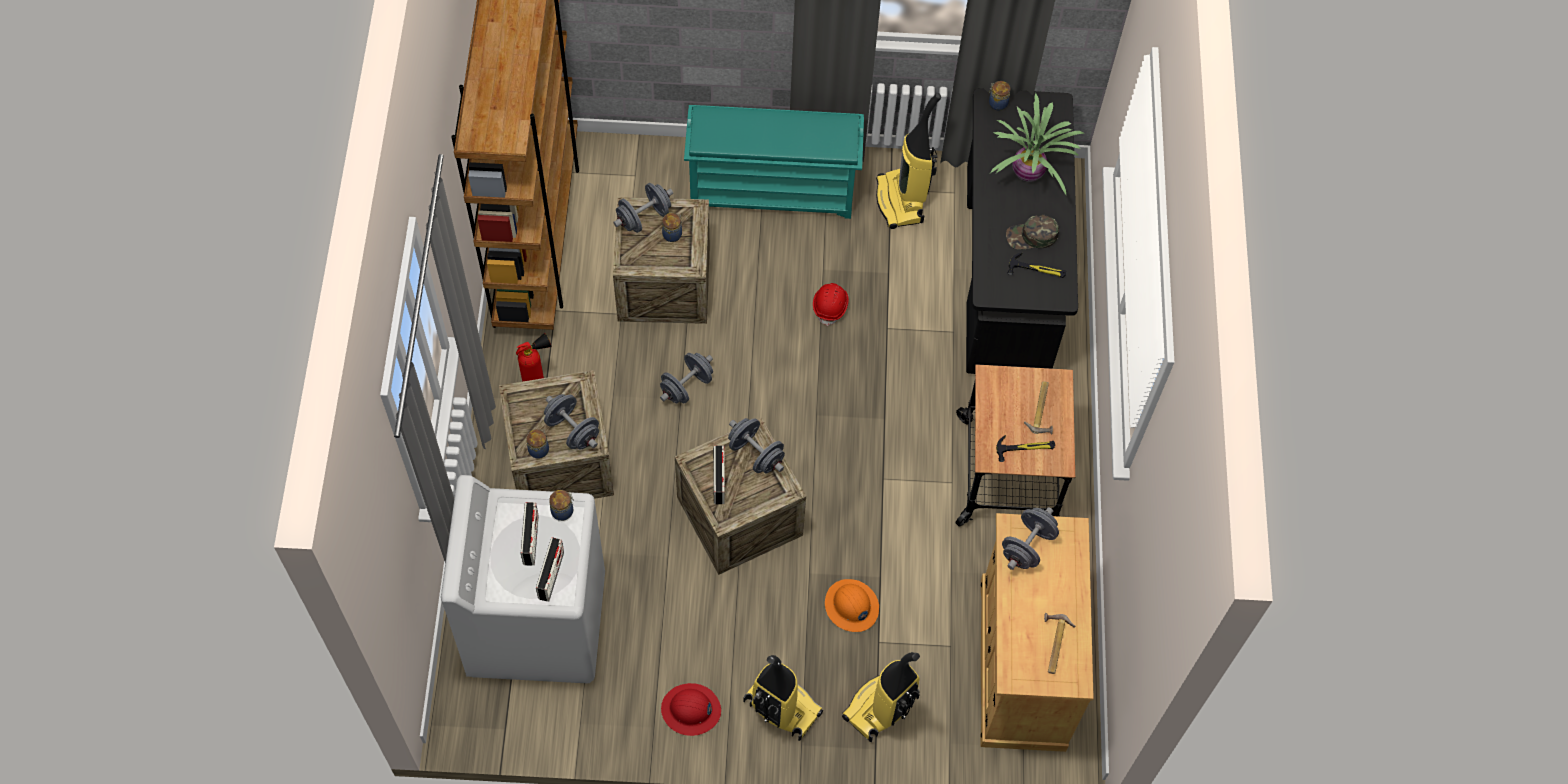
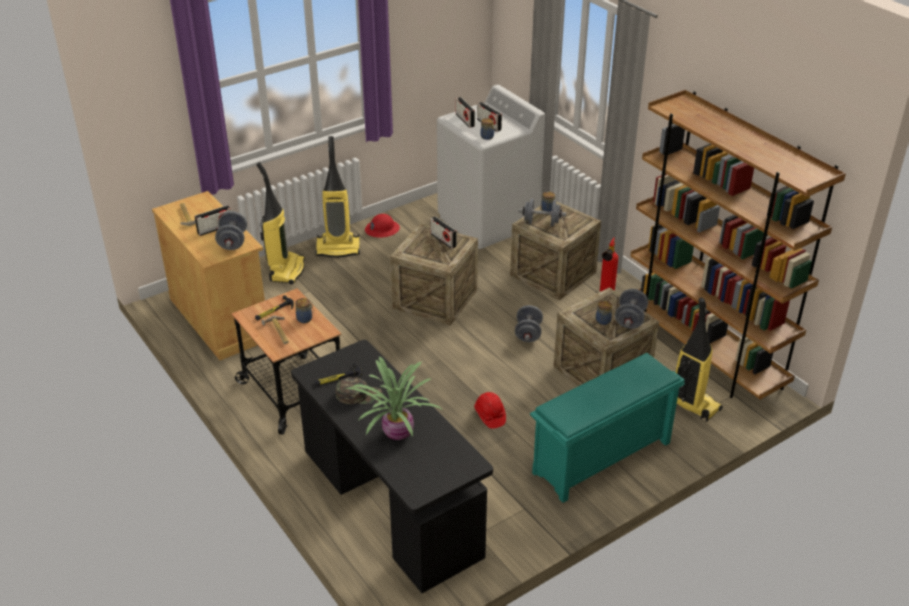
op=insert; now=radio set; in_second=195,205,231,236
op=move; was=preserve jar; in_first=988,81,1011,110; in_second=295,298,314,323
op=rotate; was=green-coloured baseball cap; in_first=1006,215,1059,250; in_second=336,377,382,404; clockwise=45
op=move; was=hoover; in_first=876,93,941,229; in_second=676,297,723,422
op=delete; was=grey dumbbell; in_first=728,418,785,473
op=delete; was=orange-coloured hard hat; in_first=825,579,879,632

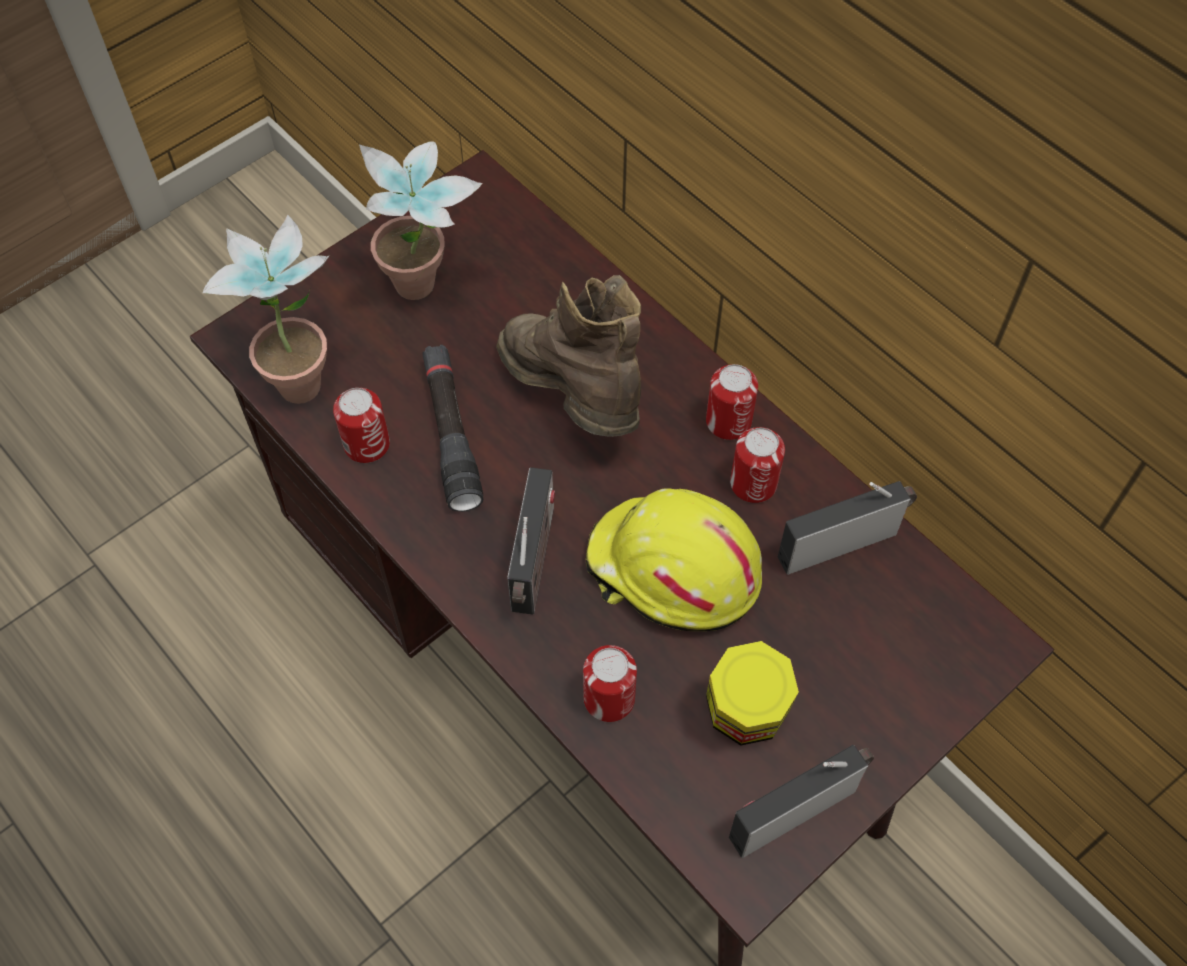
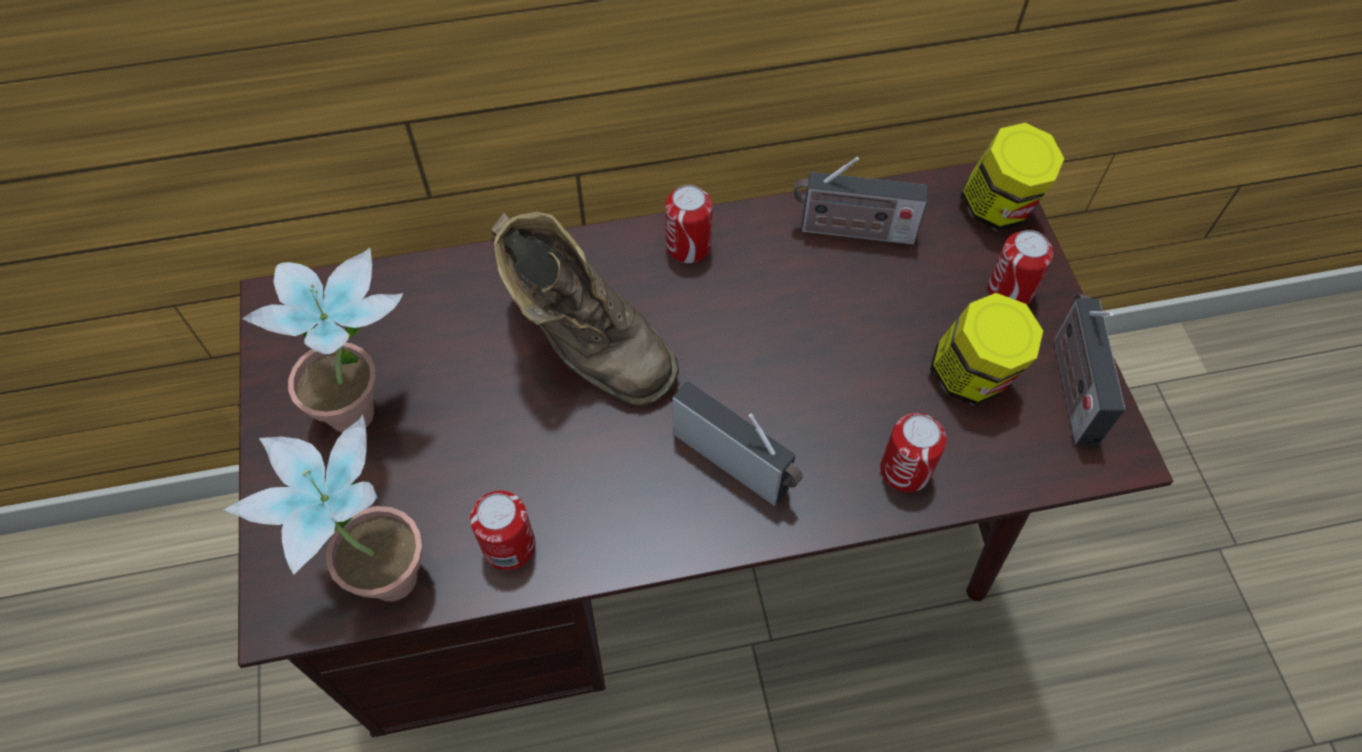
op=rotate; was=brown boot; in_first=496,275,641,437; in_second=491,211,679,407; clockwise=-135
op=rotate; was=radio set; in_first=778,481,917,575; in_second=794,157,928,245; clockwise=-90
op=insert; now=preserve jar; in_second=960,123,1064,231
op=move; was=can; in_first=730,427,785,503; in_second=988,230,1053,305
op=delete; was=black torch; in_first=422,345,483,512
op=delete; was=yellow-coloured hard hat; in_first=585,489,762,631

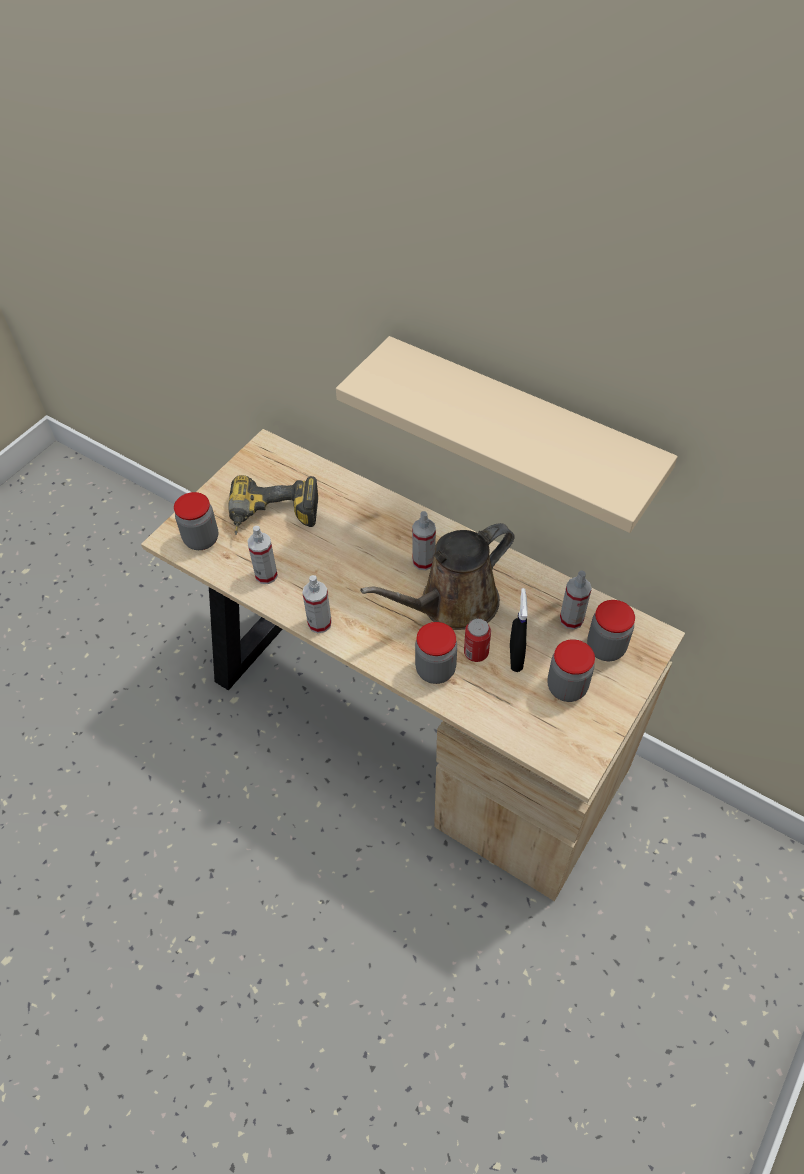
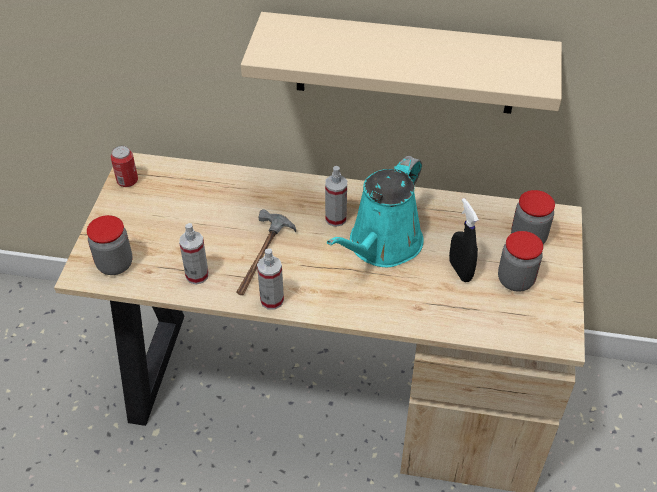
op=move; was=can; in_first=464,618,491,662; in_second=111,146,138,187
op=insert; now=hammer; in_second=236,209,296,295
op=recolor; was=brown watering pot; now=blue-green watering pot; in_first=360,523,515,630; in_second=327,156,424,267
op=delete; was=electric drill; in_first=229,475,318,535
op=delete; was=preserve jar; in_first=415,622,457,684
op=delete; was=spray bottle; in_first=560,570,592,630

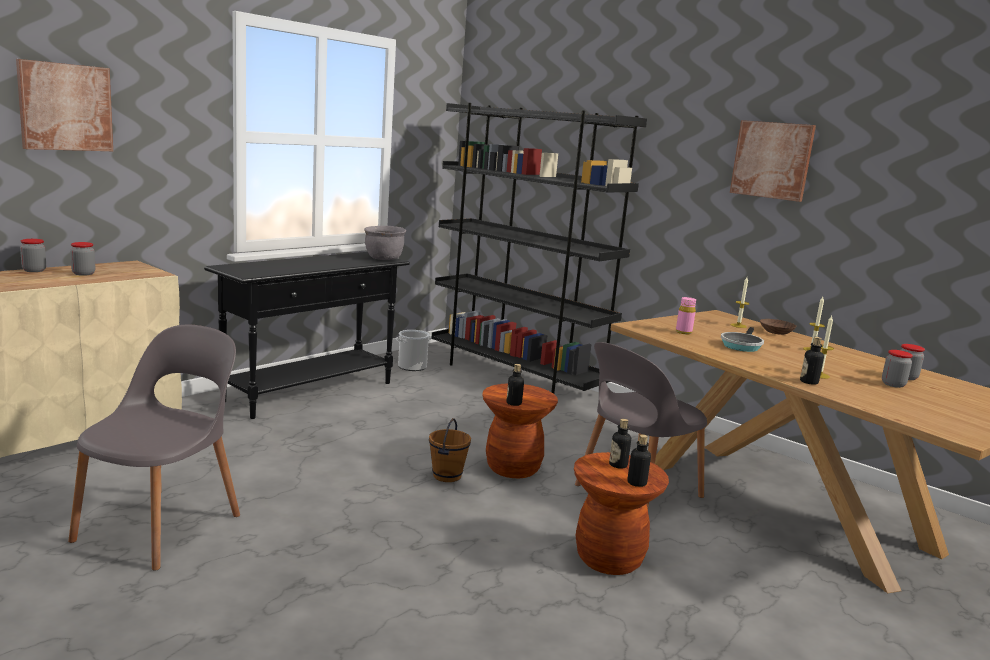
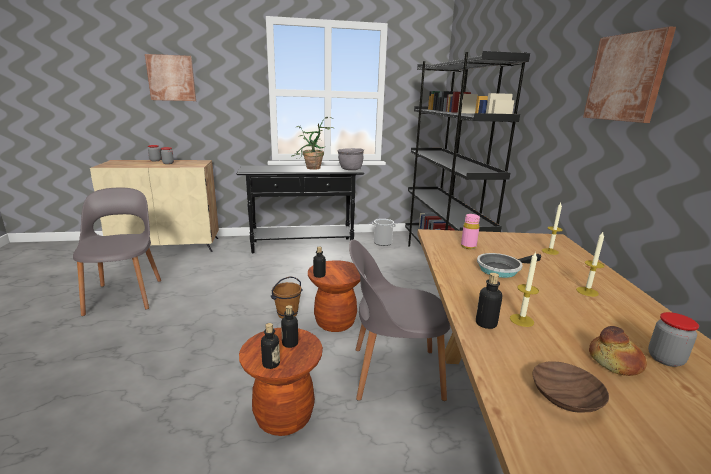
op=rotate; was=grey chair; in_first=68,325,240,571; in_second=73,188,161,316; clockwise=-75
op=insert; now=potted plant; in_second=291,117,335,170
op=move; was=brown bowl; in_first=760,319,796,335; in_second=532,361,609,412
op=replace; was=preserve jar; now=bakery bread; in_first=882,350,913,388; in_second=589,326,647,376

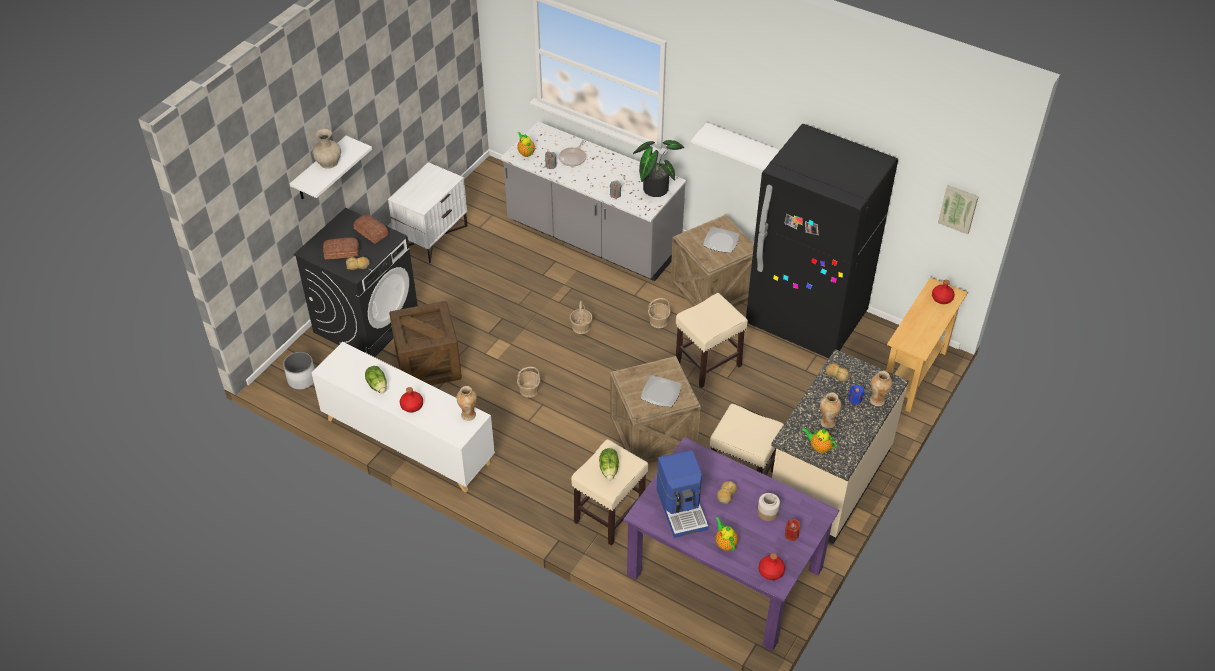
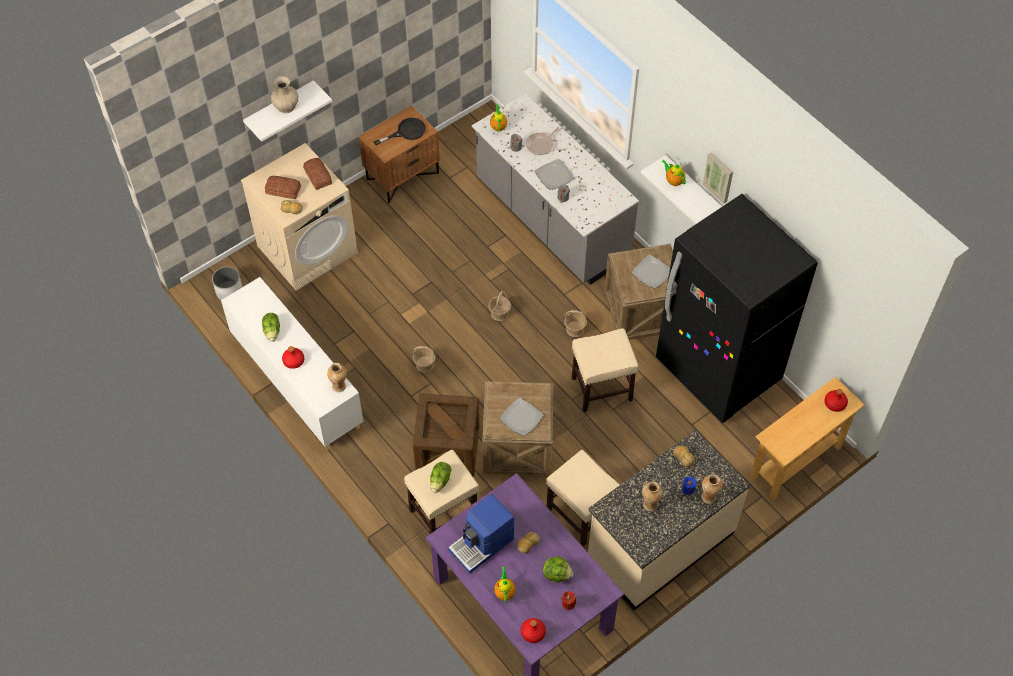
op=recolor; was=black washing machine; now=beige washing machine; in_first=293,208,418,357; in_second=241,143,358,291
op=recolor; was=whitish night table; now=brown night table; in_first=388,162,467,263; in_second=359,106,440,203
op=insert; now=black frying pan; in_second=373,118,426,145
op=move; was=packing crate; in_first=389,301,462,385; in_second=412,393,479,476
op=rotate; was=coffee machine; in_first=656,450,709,538; in_second=448,494,515,574; clockwise=45
op=insert; now=dinner plate; in_second=535,159,574,190
op=replace; was=preserve jar; now=lettuce head; in_first=757,493,780,521; in_second=543,556,573,582
op=move; was=tea pot; in_first=802,428,837,453; in_second=662,160,686,186
op=move; was=wall art; in_first=938,185,979,234; in_second=703,152,733,204
op=delete; was=potted plant; in_first=633,140,684,197

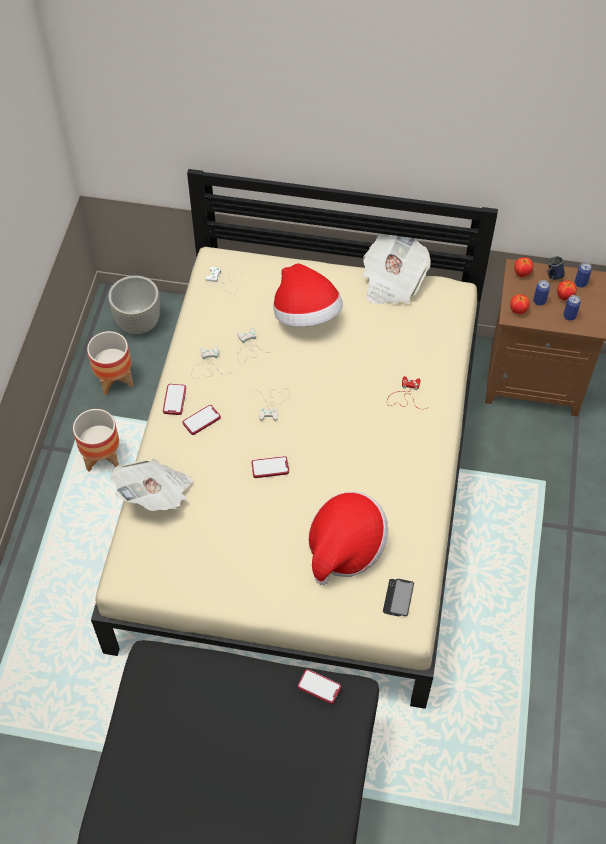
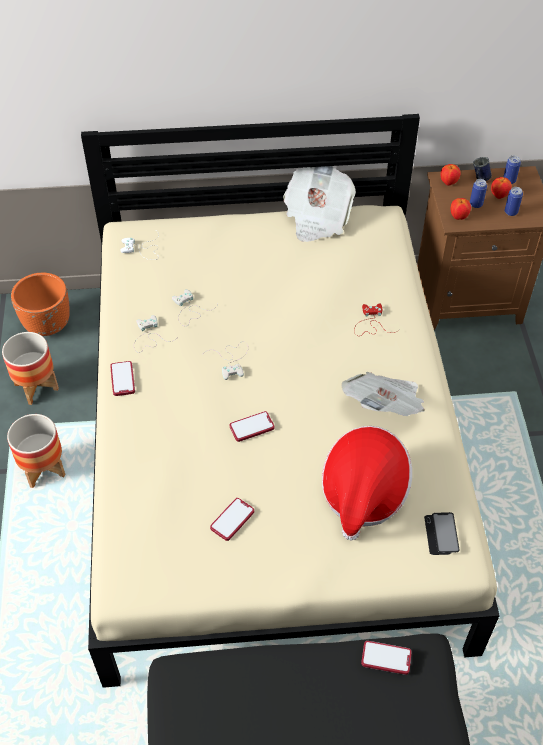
op=recolor; was=grey flower pot; now=orange-coloured flower pot; in_first=108,276,160,334; in_second=11,273,70,336
op=move; was=phone; in_first=183,405,221,435; in_second=210,498,254,541
op=move; was=newspaper; in_first=111,459,194,511; in_second=341,372,424,416
op=delete; was=clothing hat; in_first=273,263,343,327

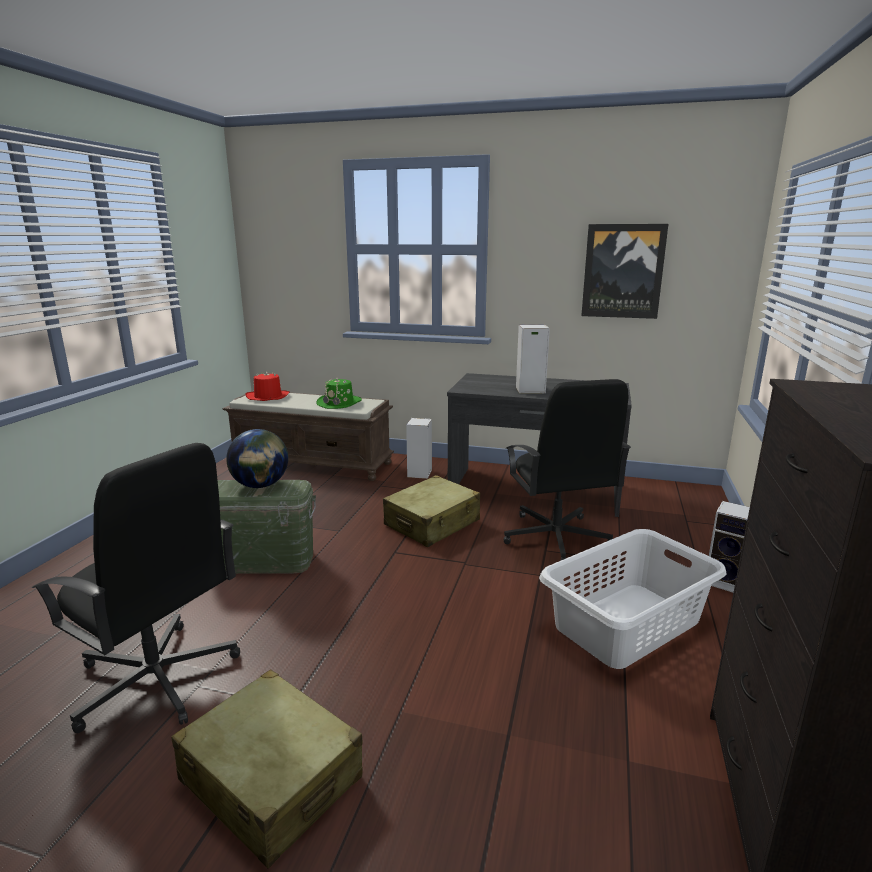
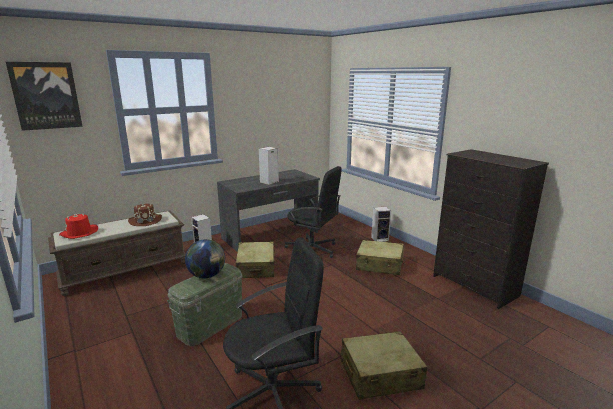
op=move; was=wall art; in_first=581,224,668,319; in_second=6,62,83,131
op=recolor; was=green-coloured clothing hat; now=brown clothing hat; in_first=316,378,362,409; in_second=128,204,162,226
op=replace; was=whitish hamper; now=beige suitcase; in_first=539,529,726,669; in_second=356,240,405,275

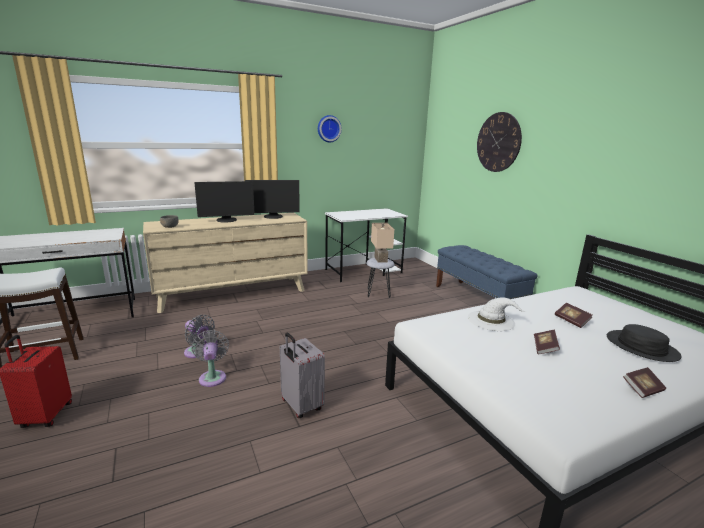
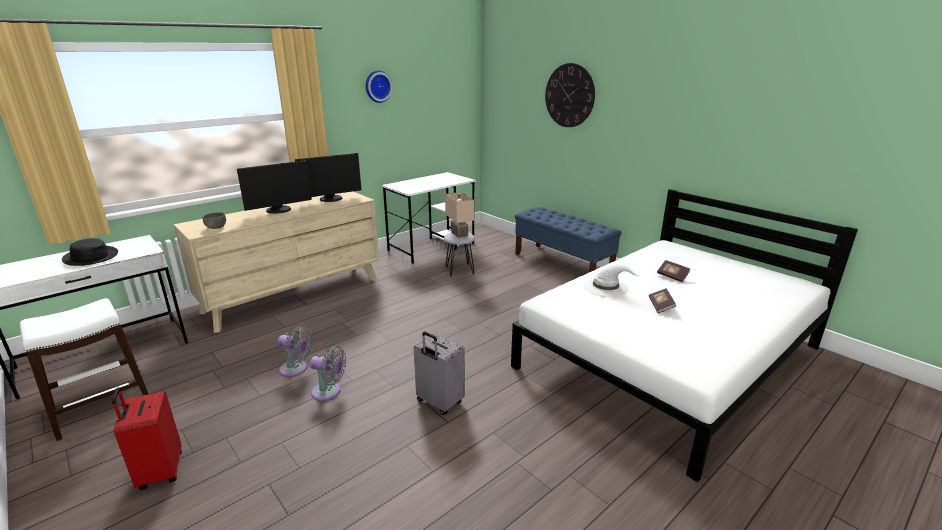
op=move; was=black clothing hat; in_first=607,324,682,362; in_second=62,238,118,266
op=rotate; was=grey cooling fan; in_first=192,330,229,387; in_second=310,346,346,401; clockwise=135
op=delete; was=book; in_first=623,367,666,398

